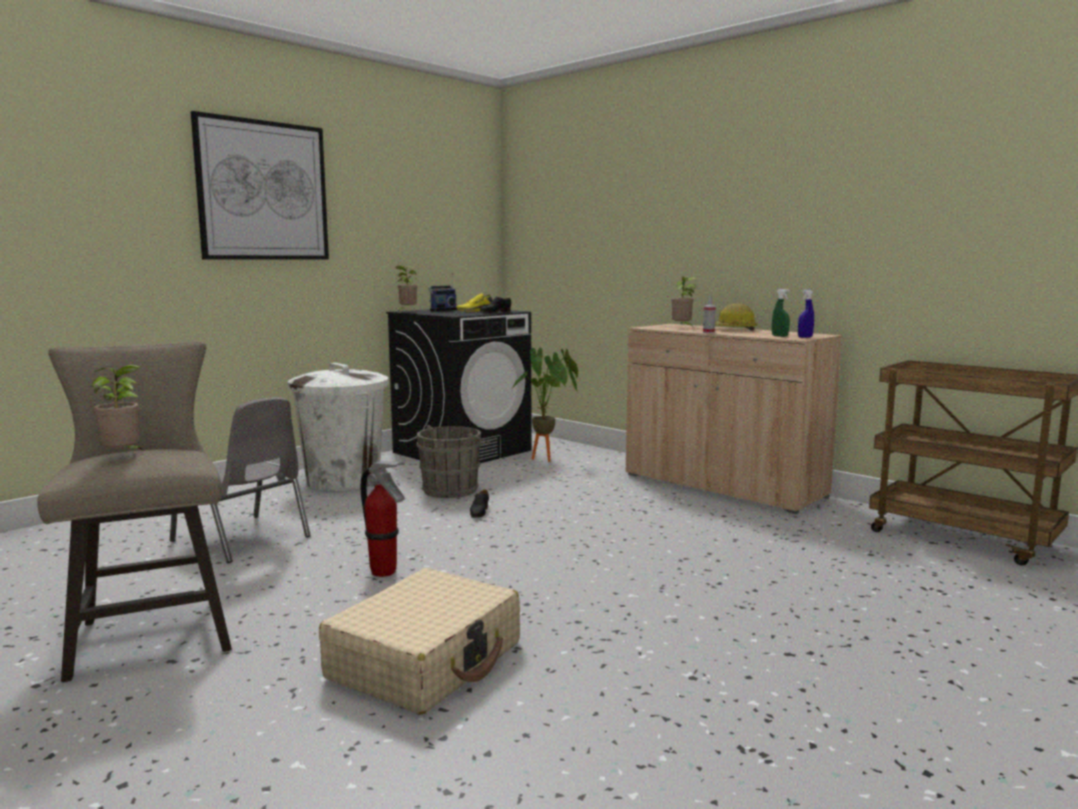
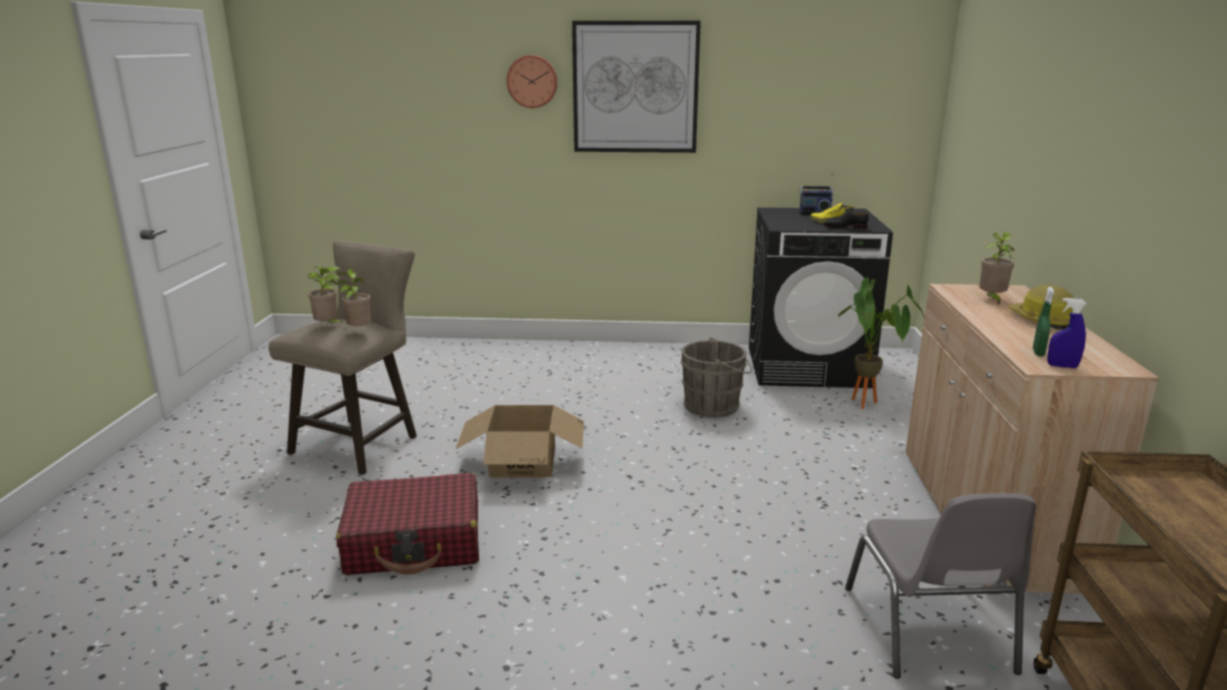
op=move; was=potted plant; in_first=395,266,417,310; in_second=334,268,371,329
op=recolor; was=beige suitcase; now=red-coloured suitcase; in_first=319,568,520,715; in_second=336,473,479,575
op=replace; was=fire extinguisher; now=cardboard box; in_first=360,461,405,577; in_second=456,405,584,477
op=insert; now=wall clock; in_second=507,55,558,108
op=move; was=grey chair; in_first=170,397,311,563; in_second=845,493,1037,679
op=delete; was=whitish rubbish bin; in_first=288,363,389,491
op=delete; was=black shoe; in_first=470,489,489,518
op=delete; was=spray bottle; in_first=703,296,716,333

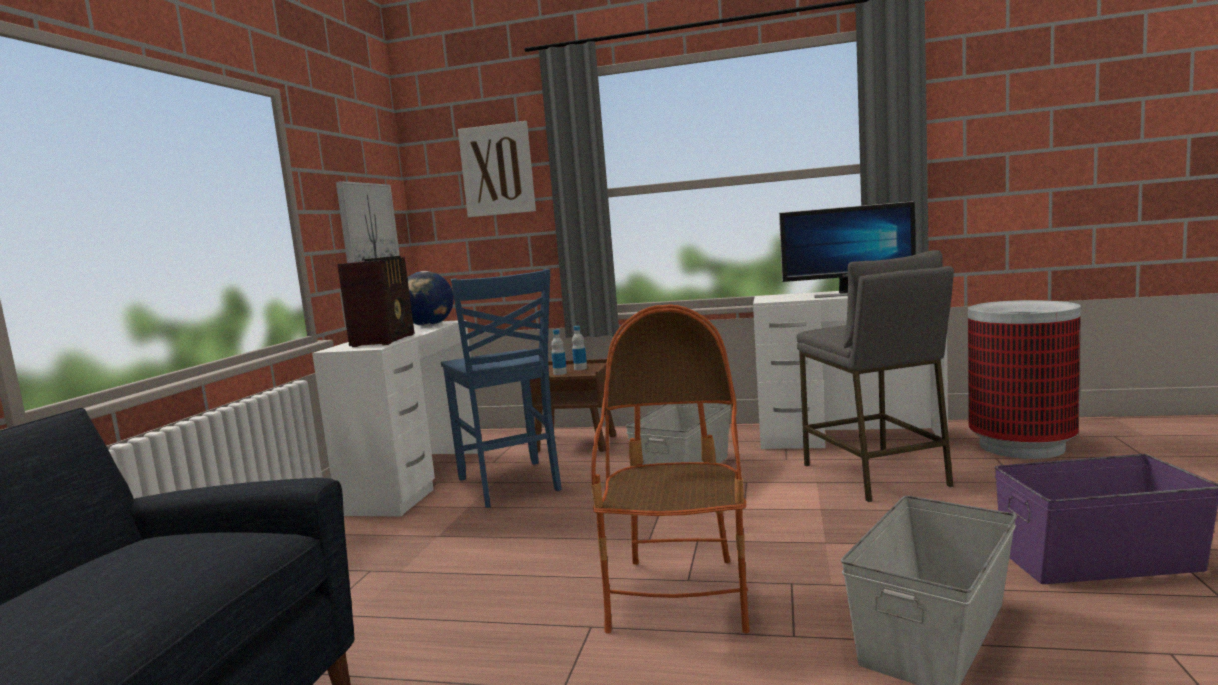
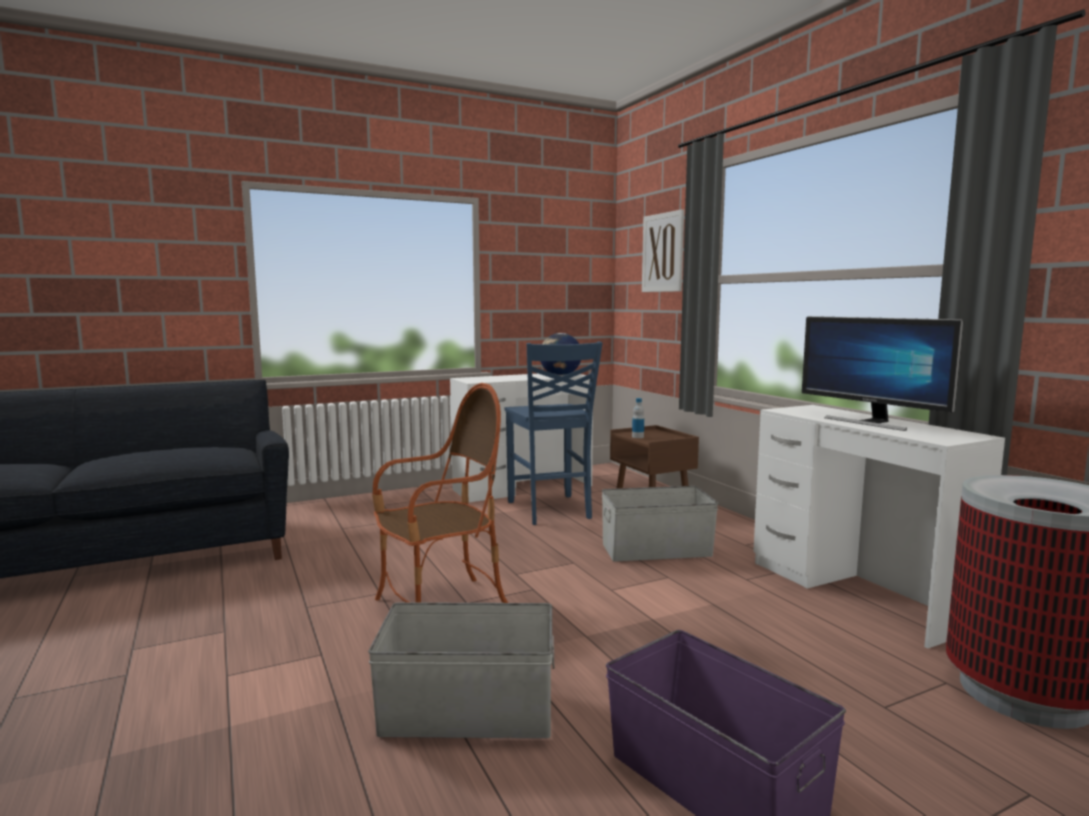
op=rotate; was=blue-coloured chair; in_first=441,269,562,508; in_second=505,341,603,525; clockwise=-45
op=delete; was=wall art; in_first=336,181,400,263
op=delete; was=radio set; in_first=337,256,414,347
op=delete; was=bottle; in_first=572,326,587,370
op=delete; was=grey stool; in_first=796,250,954,502

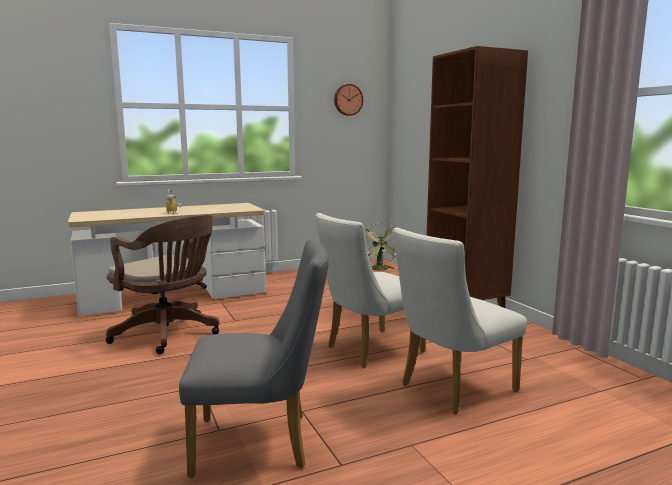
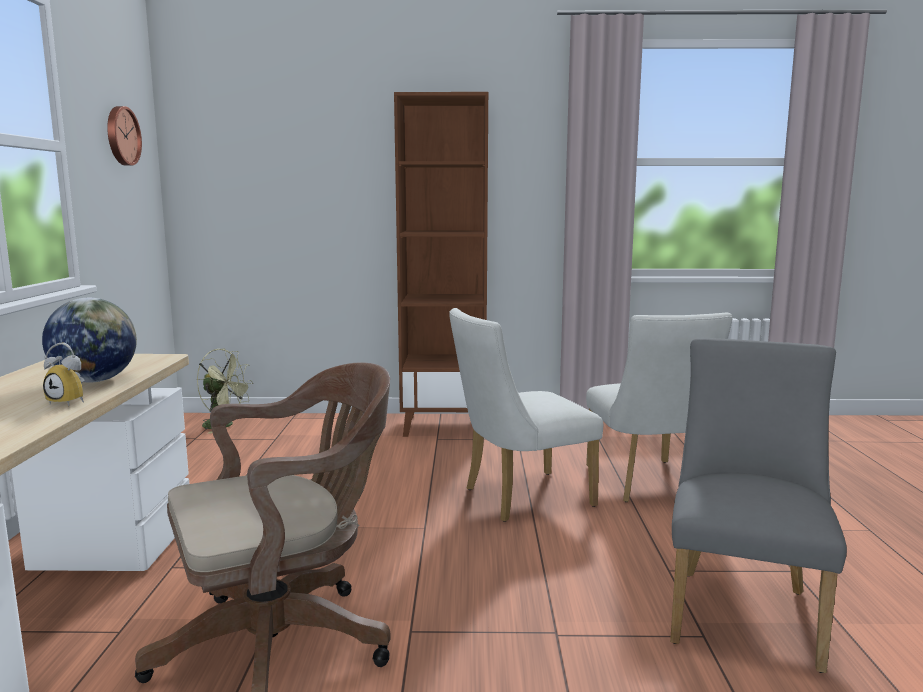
op=insert; now=globe; in_second=42,298,137,382
op=rotate; was=whitish chair; in_first=315,213,426,368; in_second=449,308,603,522; clockwise=75

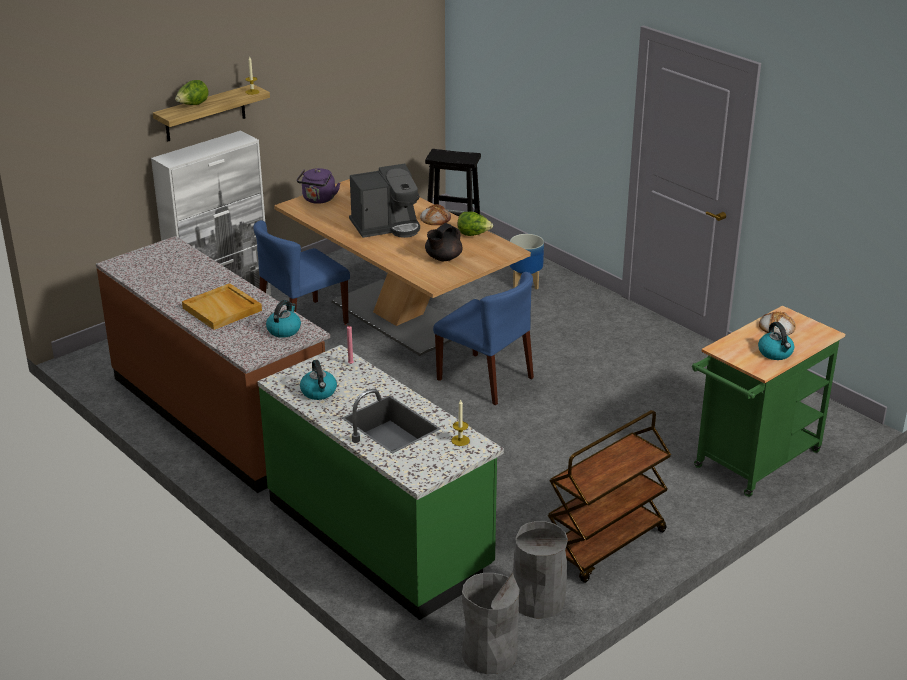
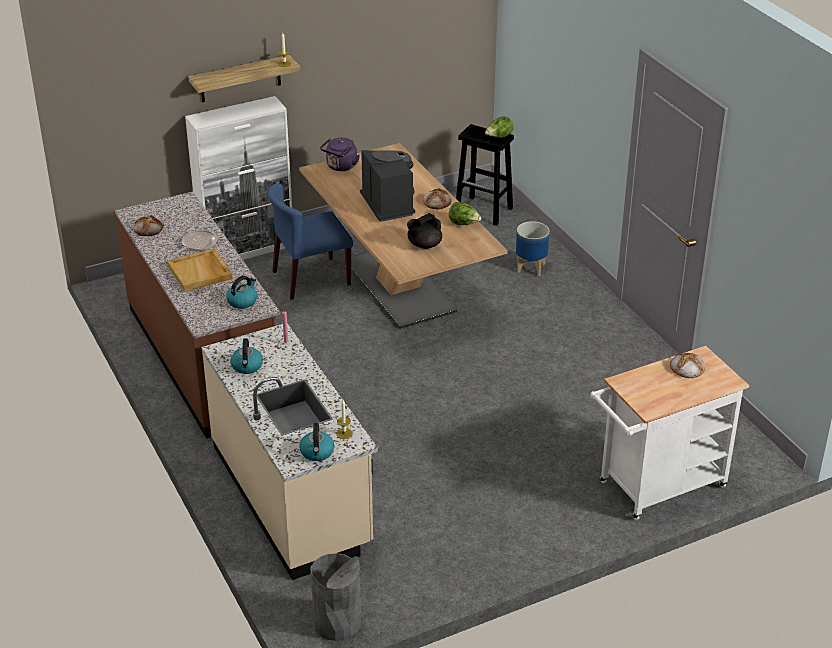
op=insert; now=bakery bread; in_second=134,215,164,236
op=insert; now=frying pan; in_second=173,230,217,256
op=recolor; was=green-coloured kitchen counter; now=beige kitchen counter; in_first=257,345,504,620; in_second=201,324,378,580
op=move; was=kettle; in_first=758,322,794,360; in_second=299,423,334,461
op=rotate; was=coffee machine; in_first=349,164,420,238; in_second=360,150,415,222; clockwise=-105
op=move; was=lettuce head; in_first=175,80,209,105; in_second=485,116,514,138
op=recolor; was=green-coloured wheeled cart; now=whitish wheeled cart; in_first=692,305,845,497; in_second=590,346,749,520
op=delete; was=blue-coloured chair; in_first=433,272,534,405
op=delete; was=grey rubbish bin; in_first=513,521,568,619
op=delete; was=brown wheeled cart; in_first=548,410,671,583

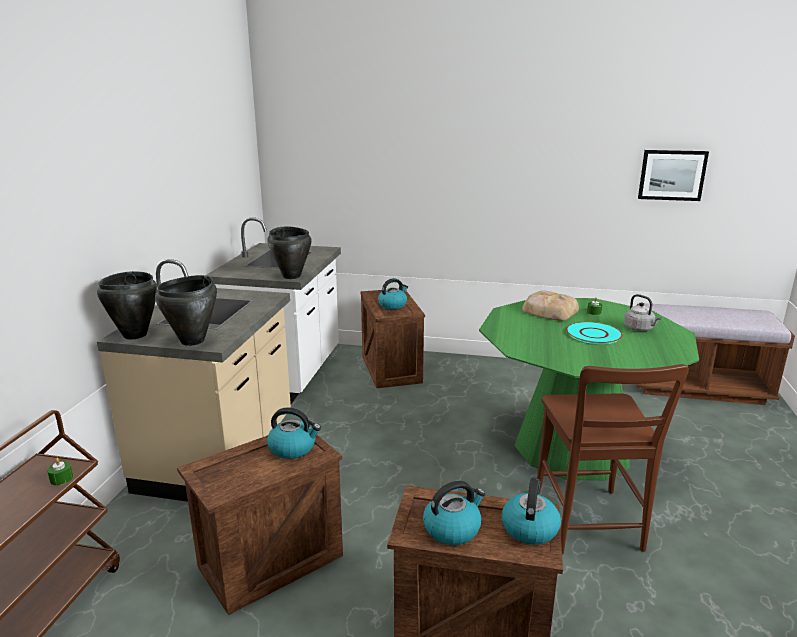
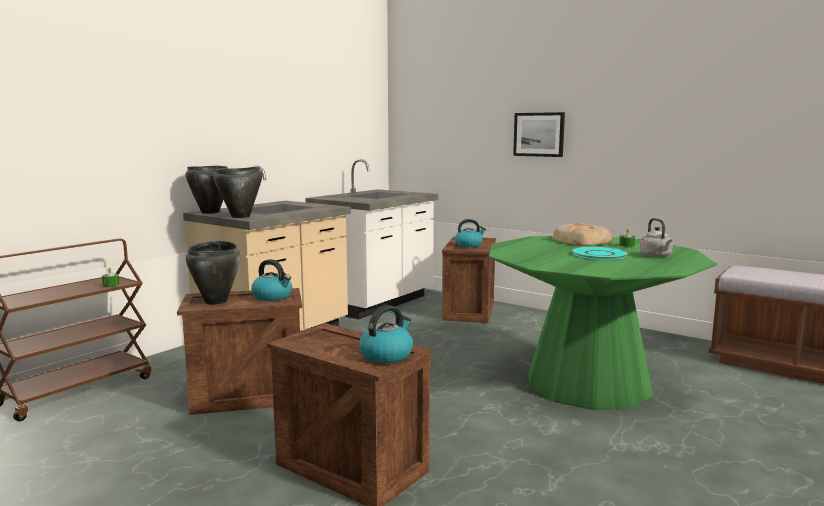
op=move; was=black saucepot; in_first=267,226,311,279; in_second=186,241,241,305
op=move; was=wall art; in_first=638,150,709,201; in_second=513,112,565,157
op=delete; was=kettle; in_first=423,481,485,545
op=delete; was=brown chair; in_first=537,364,689,554

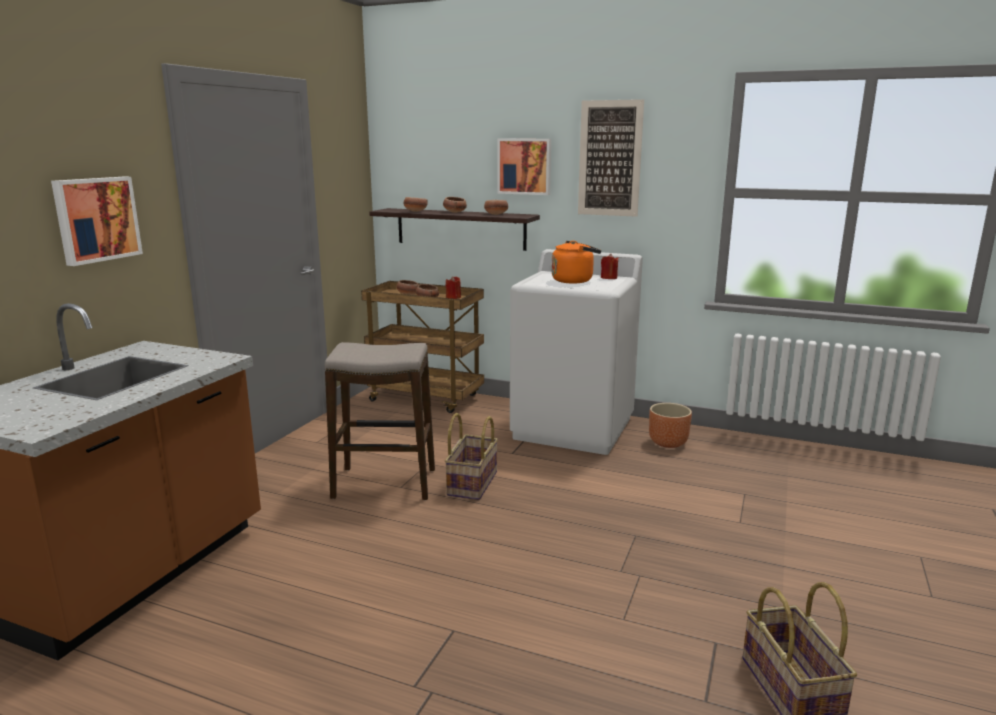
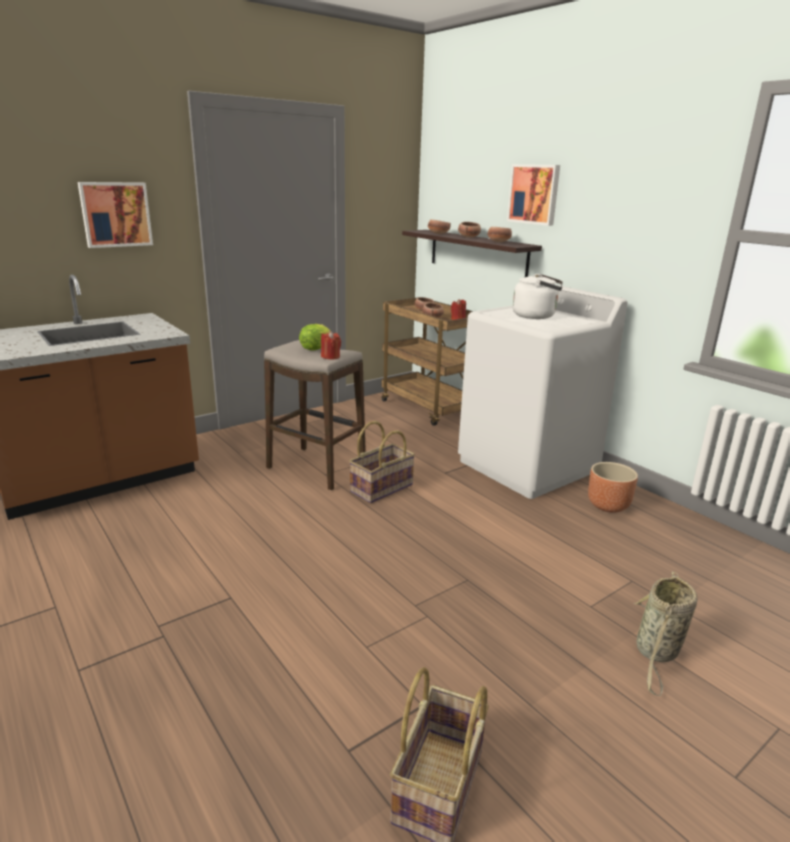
op=insert; now=lettuce head; in_second=299,324,330,351
op=move; was=red-coloured wax candle; in_first=601,254,619,279; in_second=321,331,341,360
op=recolor; was=orange-coloured kettle; now=whitish kettle; in_first=552,241,601,284; in_second=513,274,563,319
op=insert; now=household basket; in_second=633,572,698,696
op=delete; was=wall art; in_first=578,99,644,217

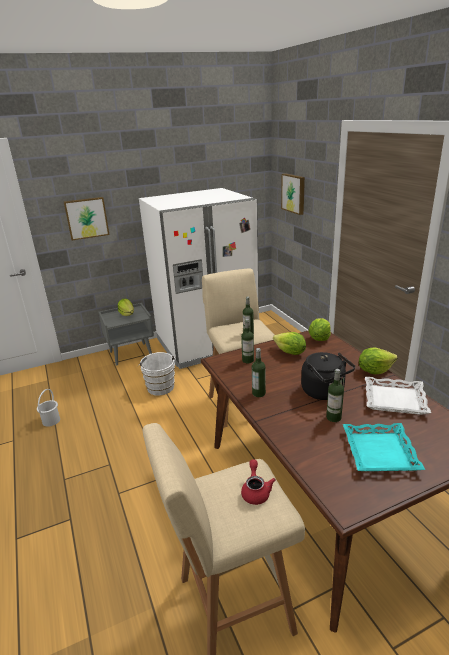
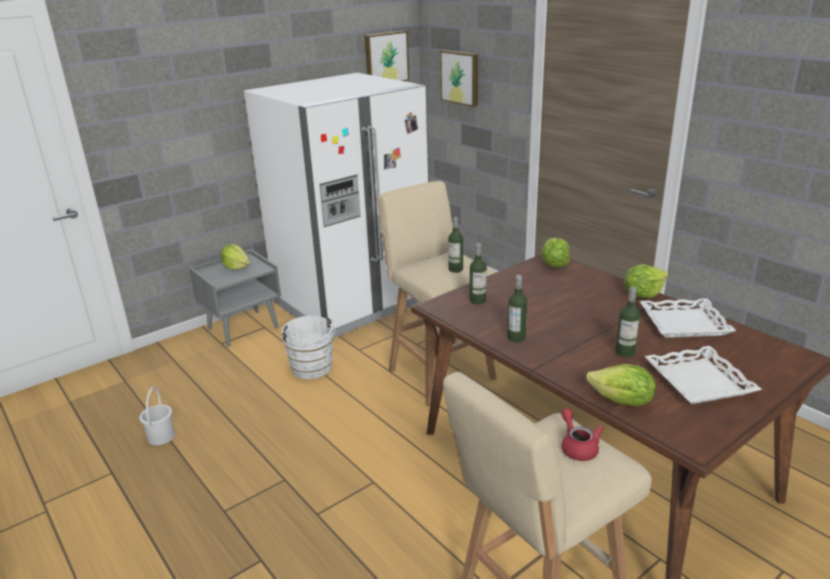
op=move; was=wall art; in_first=63,197,109,240; in_second=365,31,409,81
op=move; was=lettuce head; in_first=273,332,306,355; in_second=586,364,656,406
op=recolor; was=blue-green serving tray; now=whitish serving tray; in_first=343,423,425,471; in_second=644,346,762,404
op=delete; was=black kettle; in_first=301,352,355,400

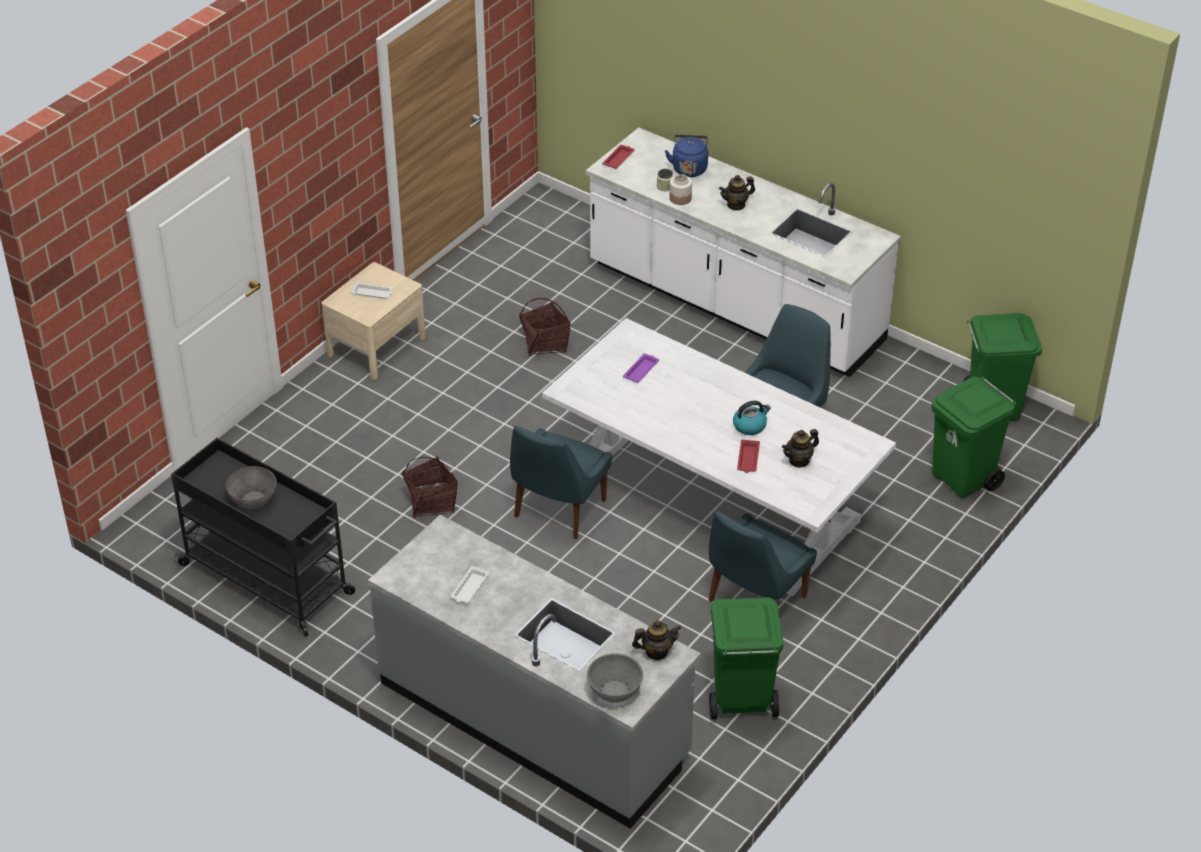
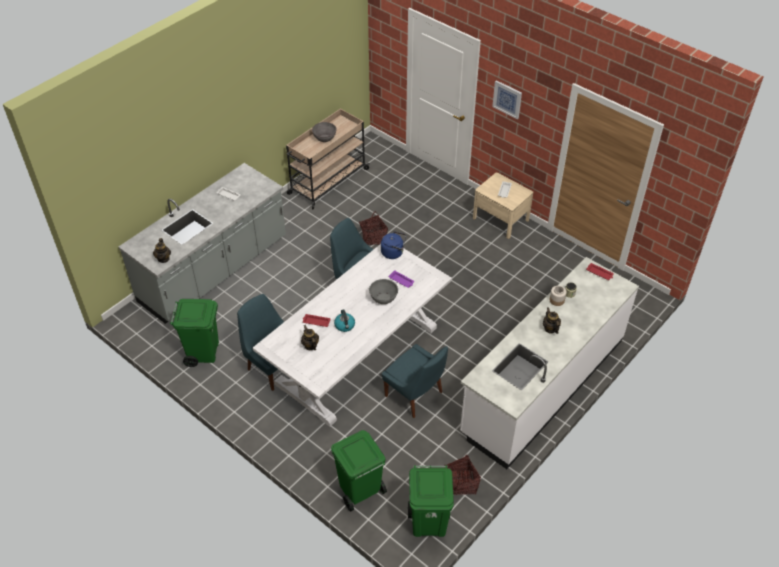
op=recolor; was=black wheeled cart; now=beige wheeled cart; in_first=171,438,355,637; in_second=286,109,370,210
op=move; was=grey bowl; in_first=587,653,643,703; in_second=369,279,398,304
op=move; was=blue-coloured kettle; in_first=665,135,708,177; in_second=381,231,406,259
op=move; was=household basket; in_first=519,298,571,356; in_second=444,454,481,495
op=insert; now=wall art; in_second=492,80,522,119

